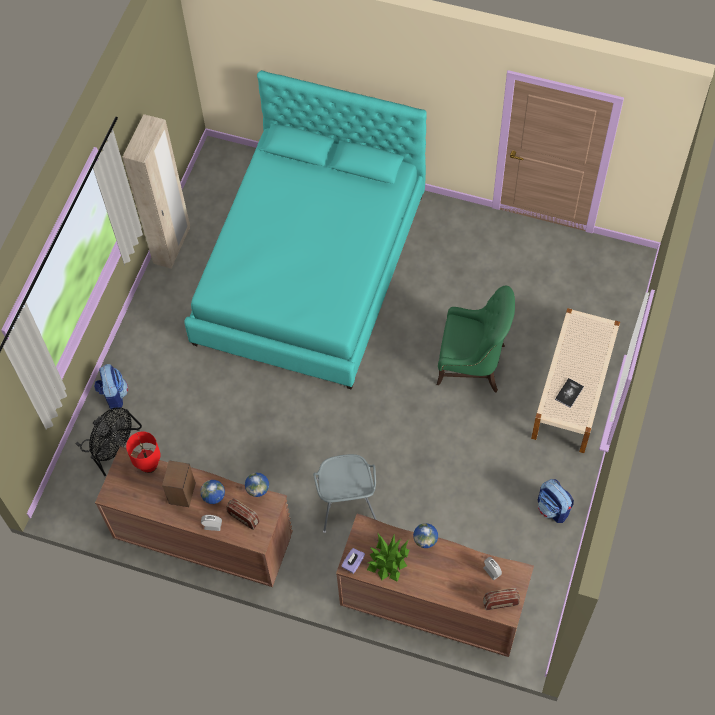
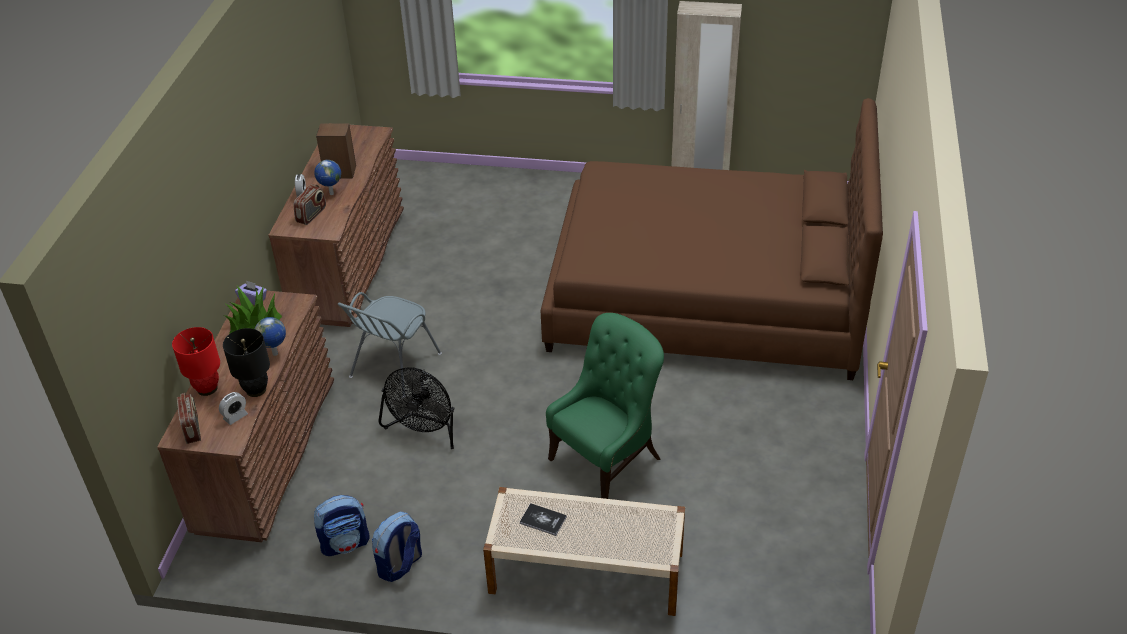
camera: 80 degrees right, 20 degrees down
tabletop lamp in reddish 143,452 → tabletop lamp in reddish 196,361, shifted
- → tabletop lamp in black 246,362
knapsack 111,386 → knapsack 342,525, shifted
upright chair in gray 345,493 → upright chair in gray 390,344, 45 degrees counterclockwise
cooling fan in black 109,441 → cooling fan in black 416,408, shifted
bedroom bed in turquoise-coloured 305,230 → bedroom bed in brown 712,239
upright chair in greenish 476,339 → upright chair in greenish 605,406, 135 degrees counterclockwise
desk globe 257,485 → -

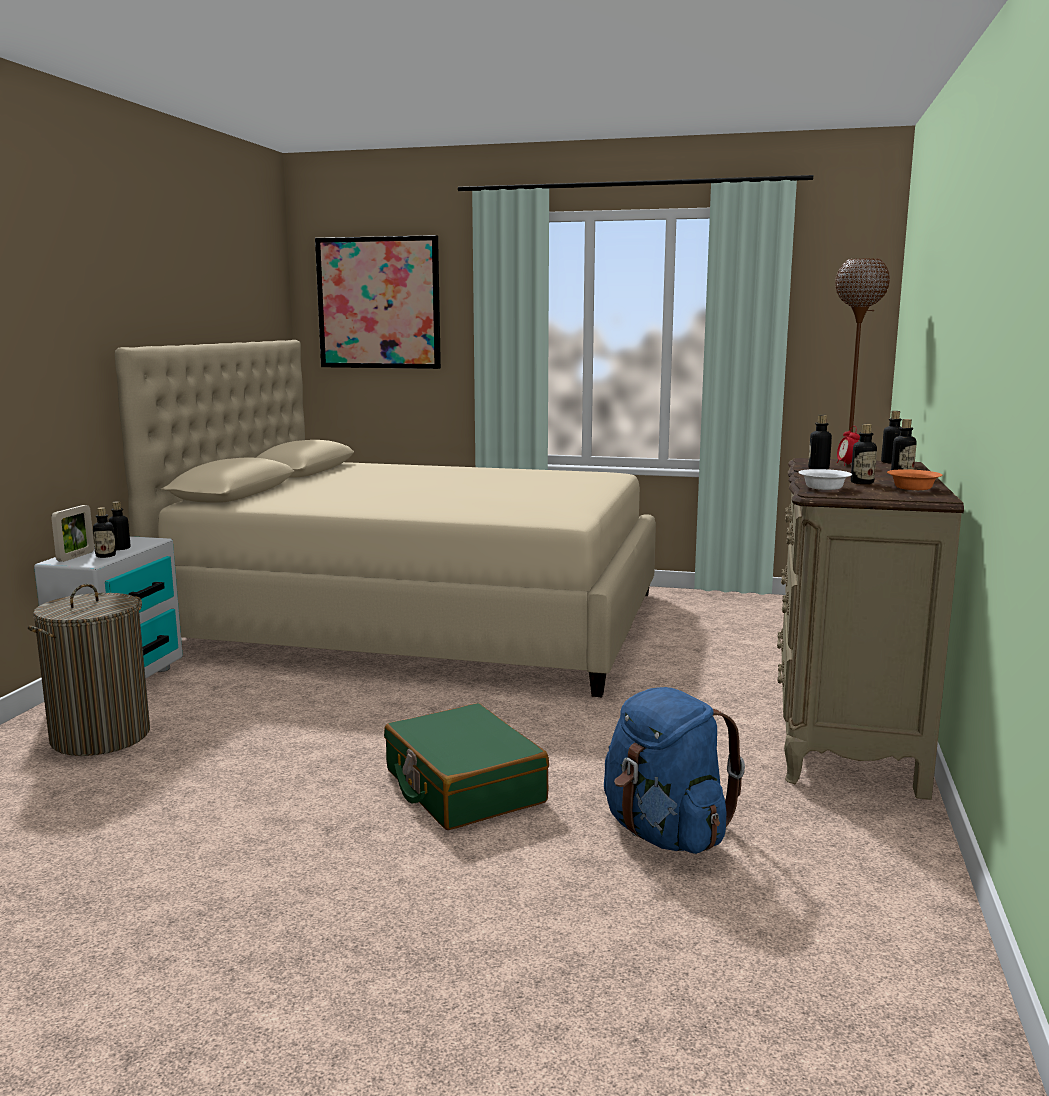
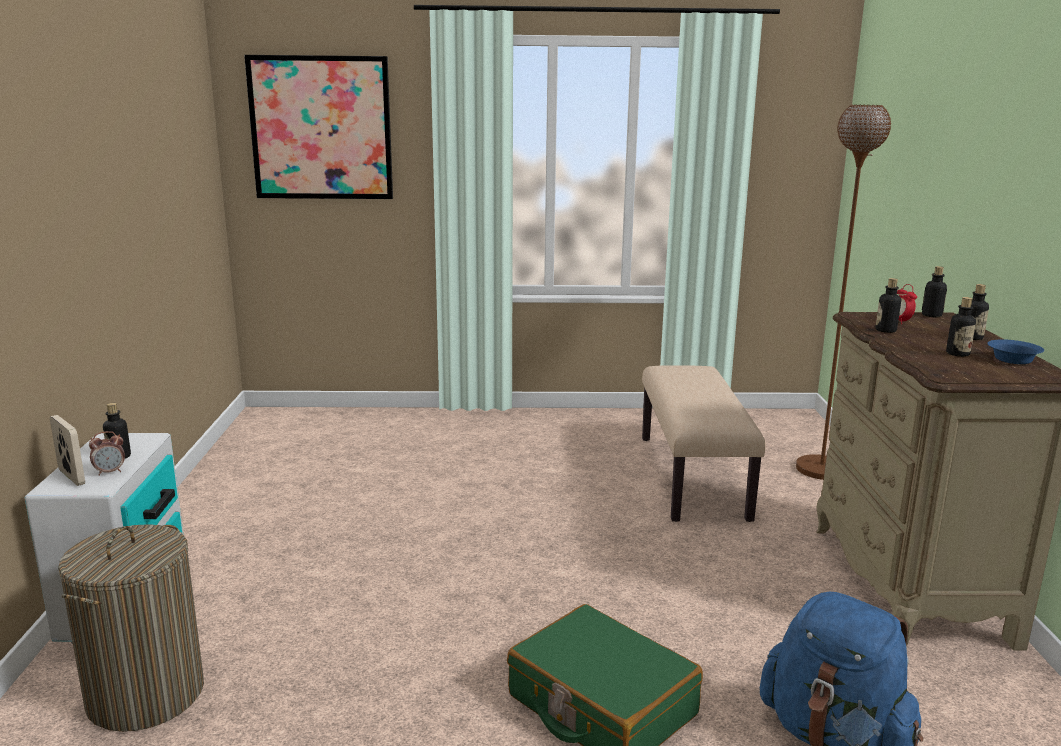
camera: 15 degrees left, 5 degrees up
picture frame 72,533 → picture frame 67,450, 45 degrees counterclockwise
bottle 104,532 → table clock 107,453
- → indoor bench in beige-coloured 704,443
bowl in orange-coloured 914,479 → bowl in bluish 1015,351
bedroom bed in beige-coloured 385,518 → -
bowl in whitish 825,479 → -

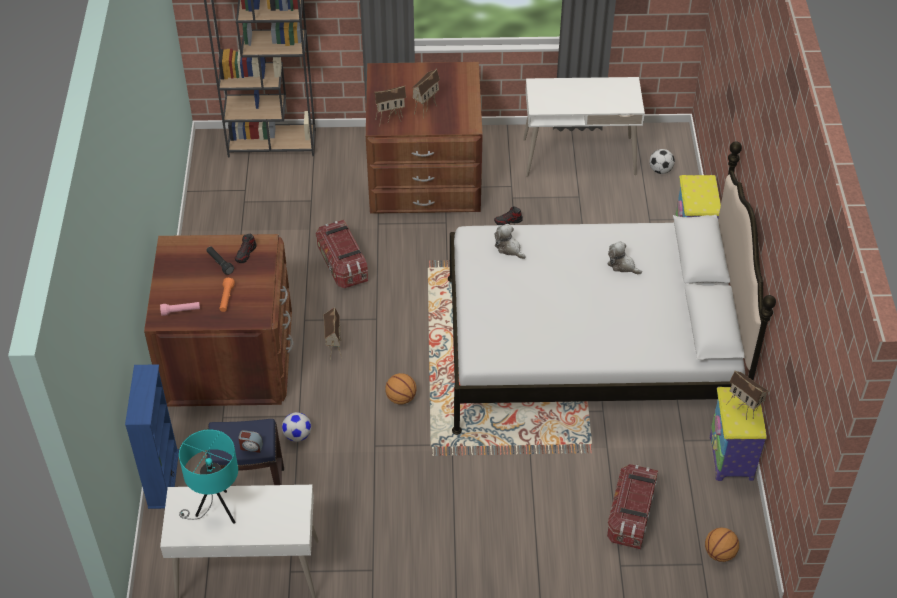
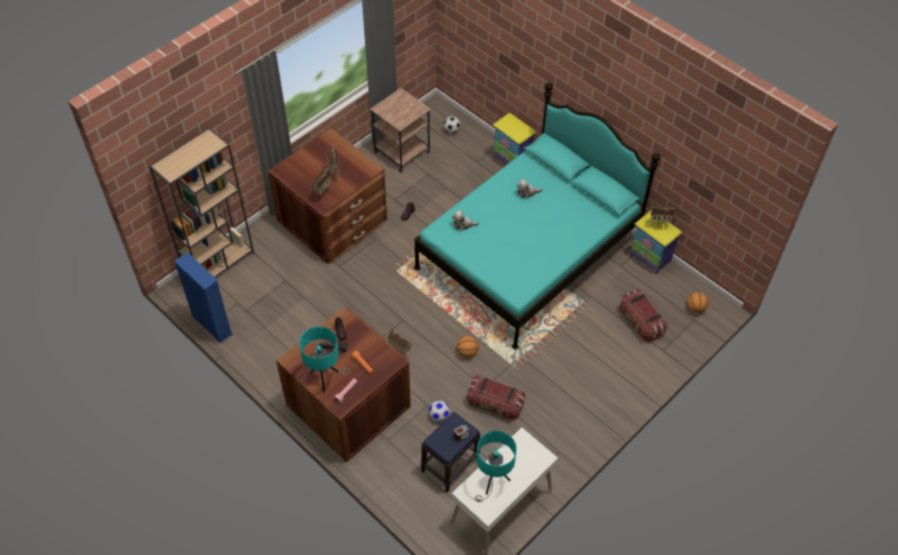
camera: 45 degrees left, 5 degrees up
bookshelf in bluish 152,436 → bookshelf in bluish 203,297, shifted
- → tabletop lamp in turquoise-coloured 324,360
desk in whitish 584,127 → trolley in brown 400,130
bedroom bed in whitish 612,288 → bedroom bed in turquoise-coloured 537,216
storage box 342,254 → storage box 496,397, shifted

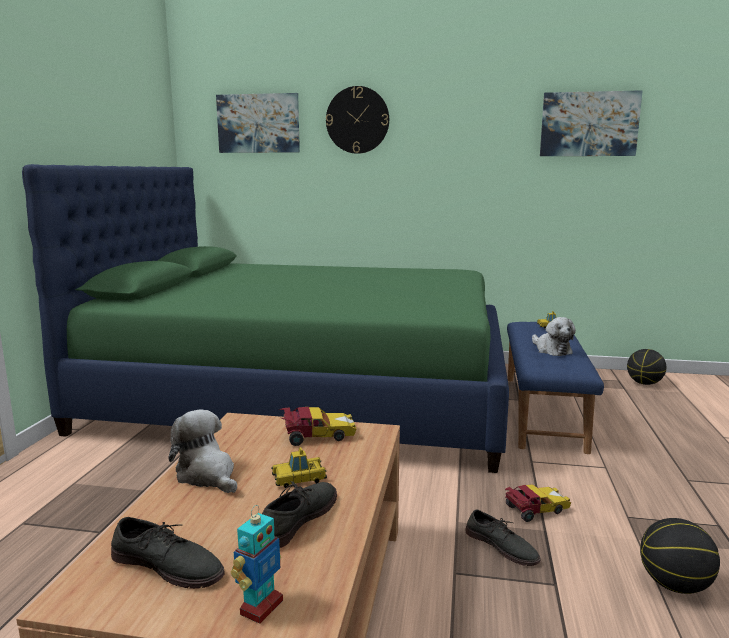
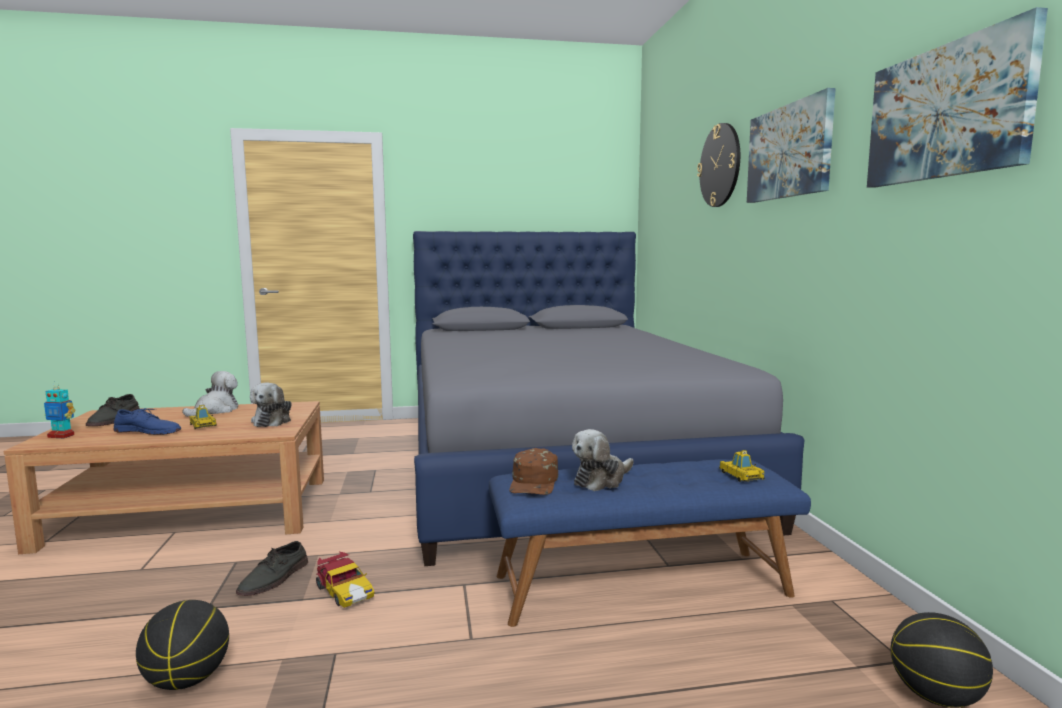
camera: 70 degrees right, 5 degrees down
shoe in gray 299,514 → shoe in bluish 147,421
miniature car 318,426 → cuddly toy 271,405
bedroom bed in greenish 265,318 → bedroom bed in gray 609,398
- → peaked cap in brown 534,471
wall picture 258,123 → wall picture 791,145, shifted

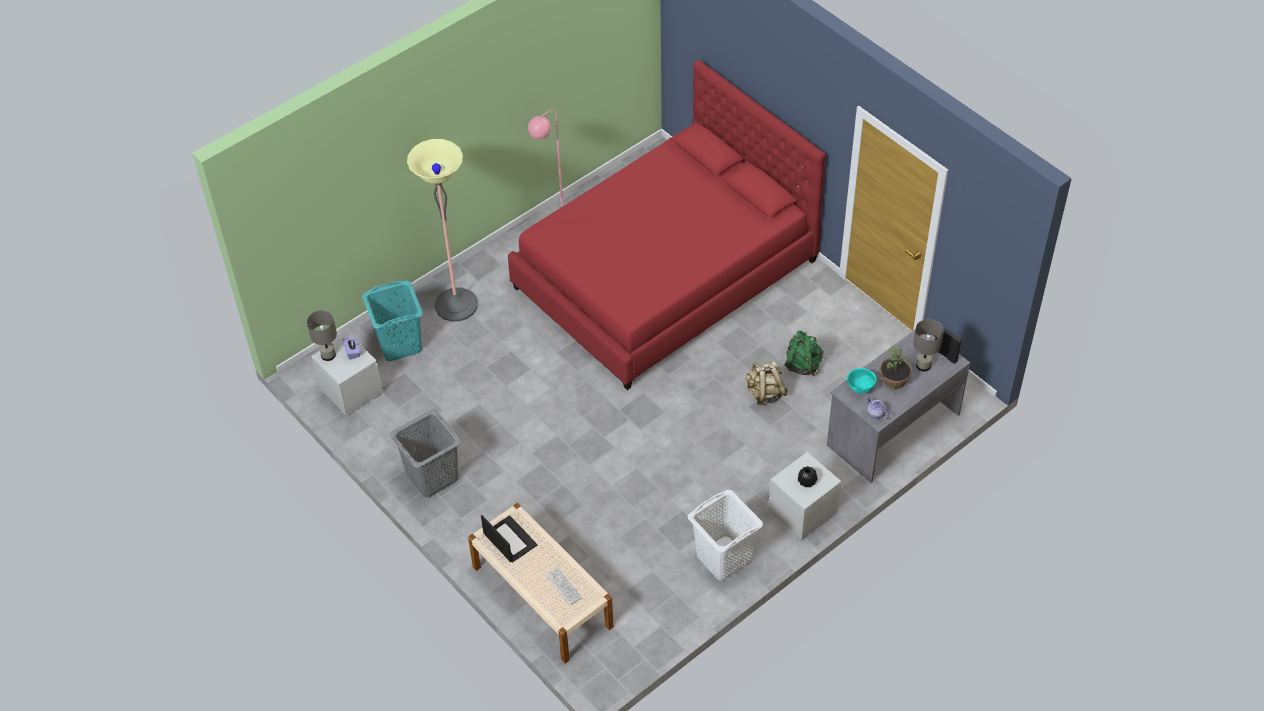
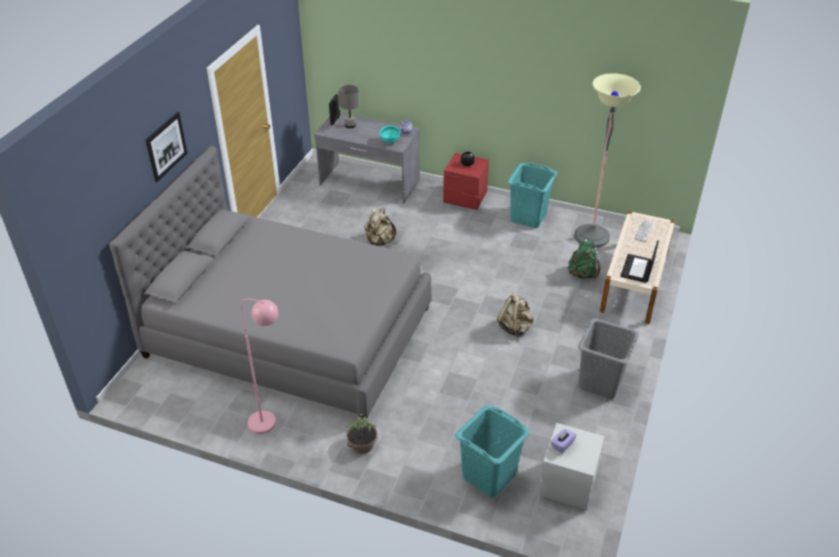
camera: 120 degrees left, 10 degrees down
bedroom bed in reddish 667,225 → bedroom bed in gray 270,284
- → wall picture 166,147
potted plant 896,367 → potted plant 361,434, shifted
bedside table in whitish 804,496 → bedside table in reddish 466,181
- → knapsack in beige-coloured 515,315
laundry basket in whitish 725,535 → laundry basket in turquoise-coloured 532,195
knapsack in greenish 804,353 → knapsack in greenish 584,259, shifted
floor lamp 442,230 → floor lamp 607,160, shifted
tabletop lamp in gray 322,335 → -

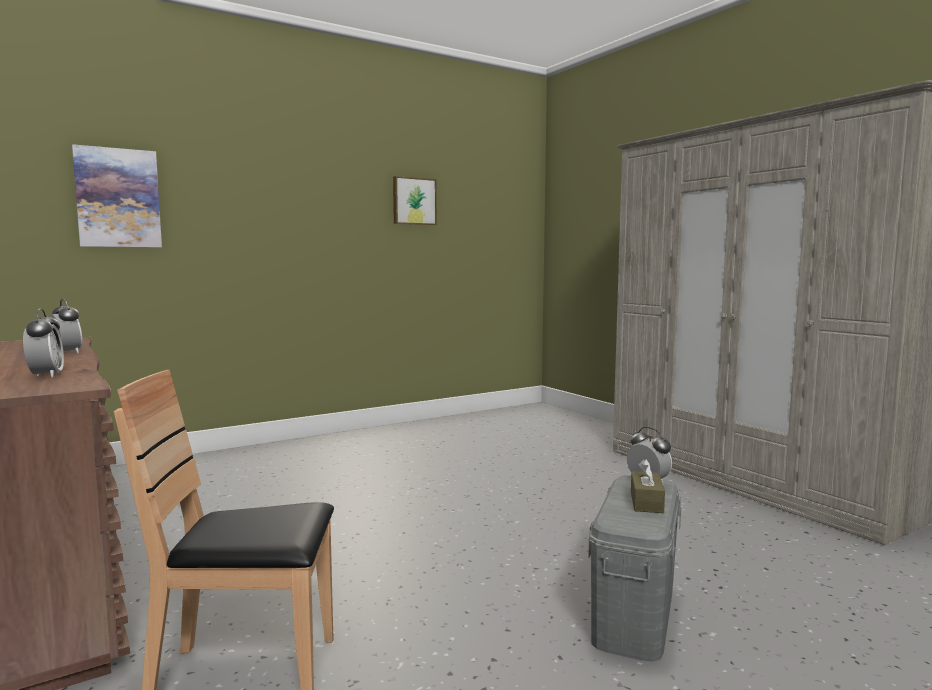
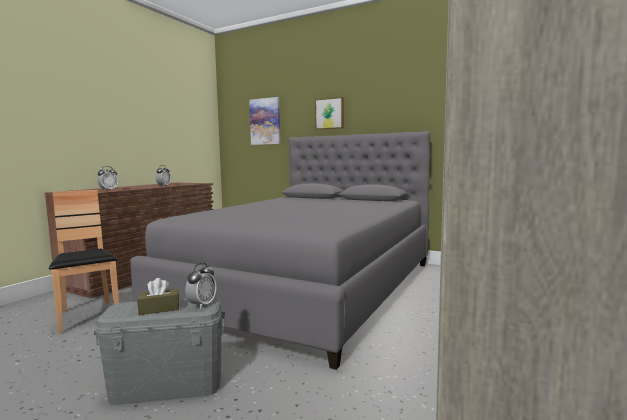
camera: 60 degrees right, 0 degrees up
- → bedroom bed in gray 280,250
wall picture 415,200 → wall picture 329,113, shifted

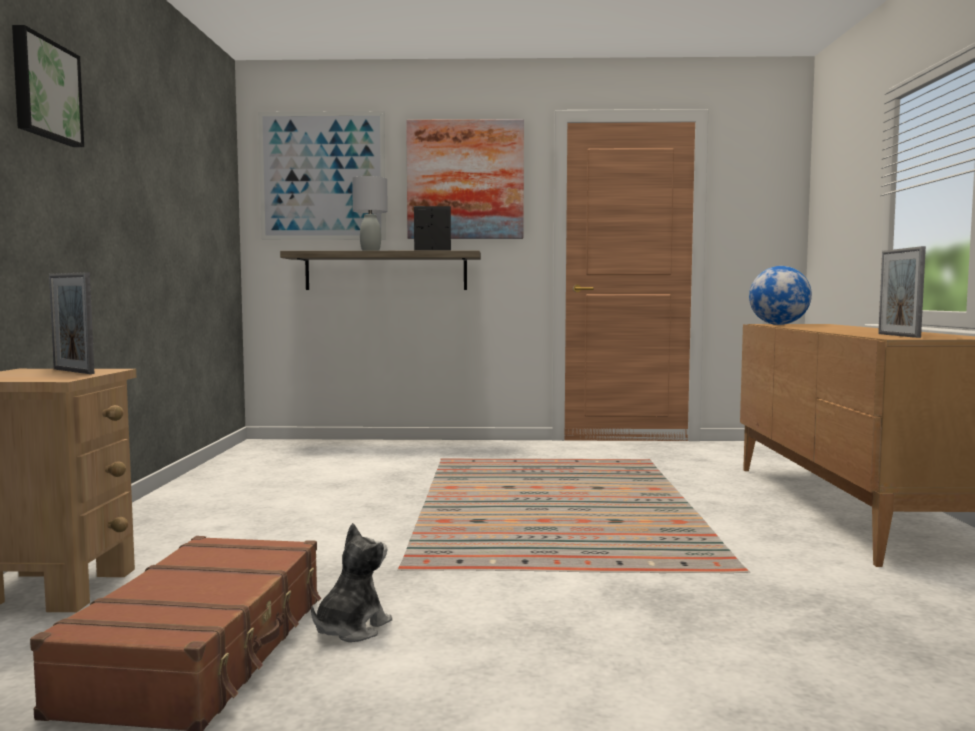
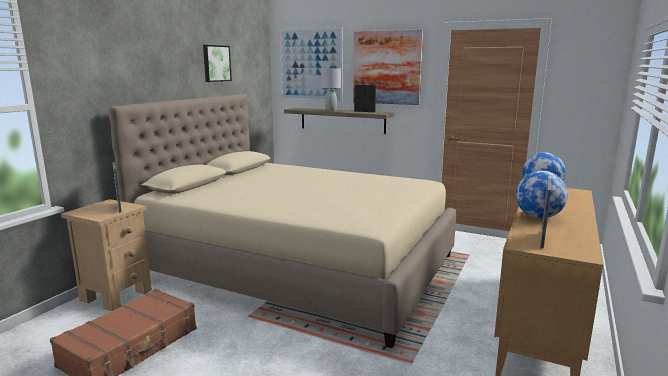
camera: 25 degrees right, 10 degrees up
- → bedroom bed in beige-coloured 282,221
wall picture 48,86 → wall picture 217,63, shifted
- → desk globe 542,194
cuddly toy 351,582 → -

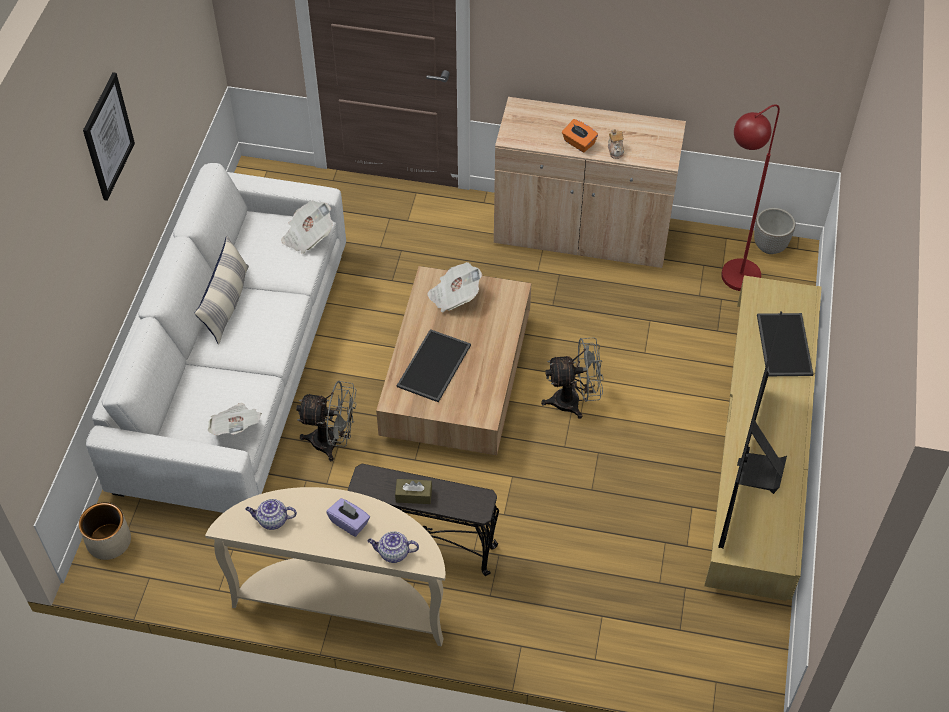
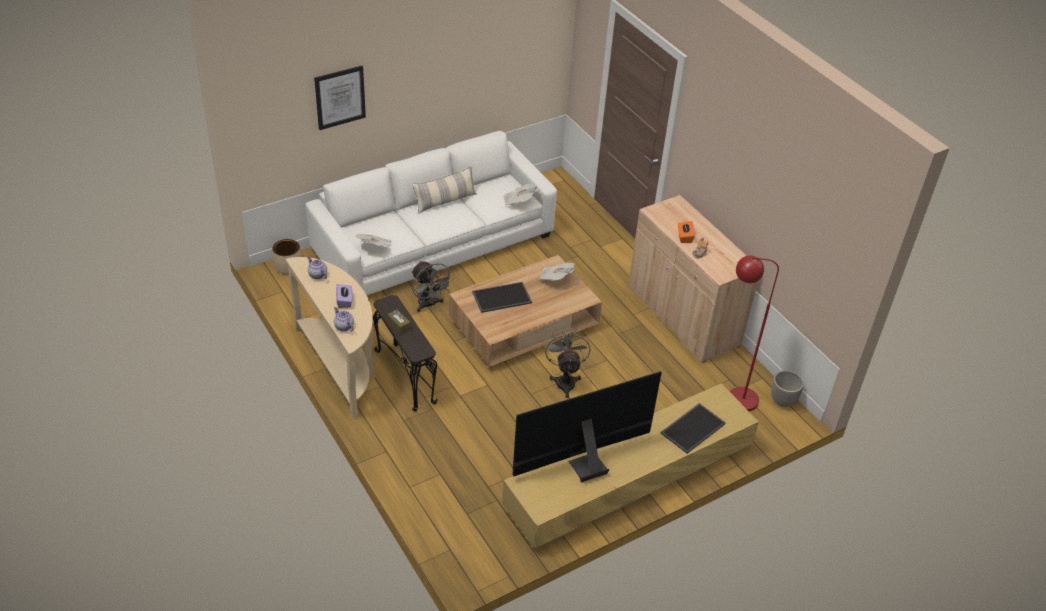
camera: 45 degrees right, 10 degrees down
wall picture 109,136 → wall picture 340,98, shifted
cooling fan in gray 572,378 → cooling fan in gray 567,363, 135 degrees counterclockwise

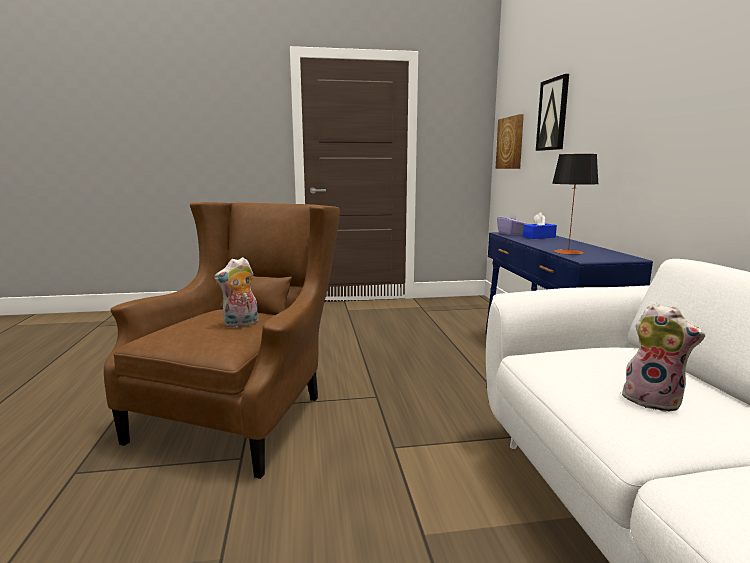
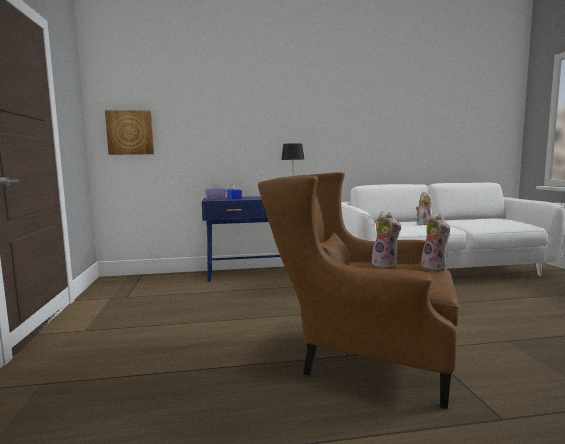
camera: 90 degrees left, 5 degrees down
- → cuddly toy 435,241
wall picture 552,112 → -

